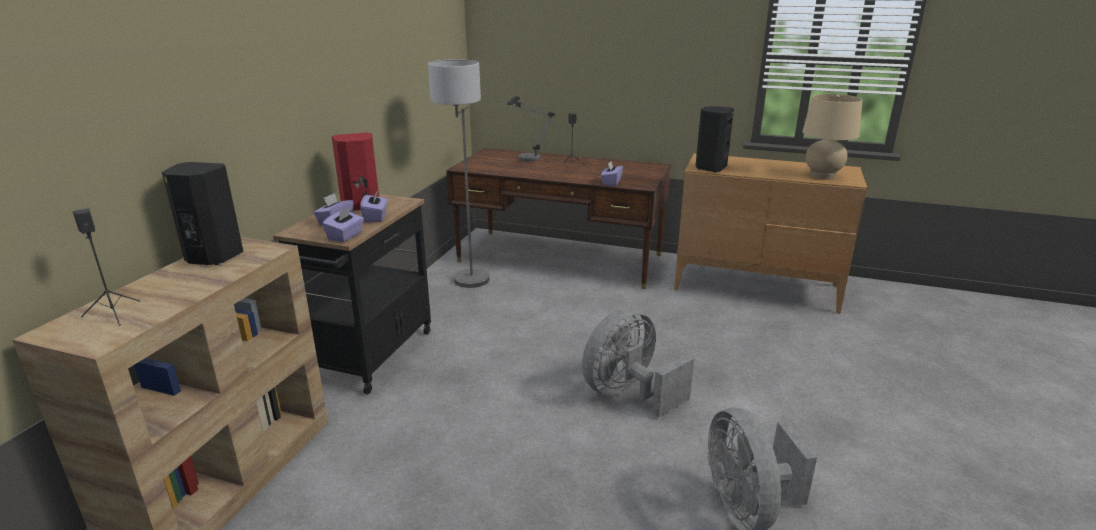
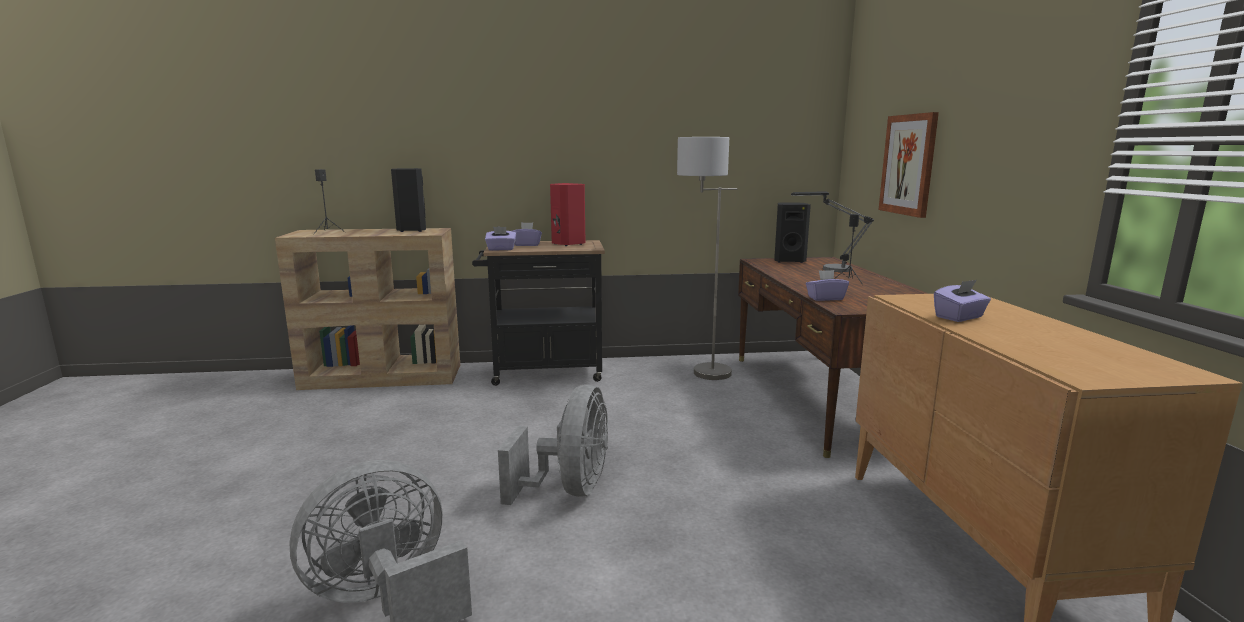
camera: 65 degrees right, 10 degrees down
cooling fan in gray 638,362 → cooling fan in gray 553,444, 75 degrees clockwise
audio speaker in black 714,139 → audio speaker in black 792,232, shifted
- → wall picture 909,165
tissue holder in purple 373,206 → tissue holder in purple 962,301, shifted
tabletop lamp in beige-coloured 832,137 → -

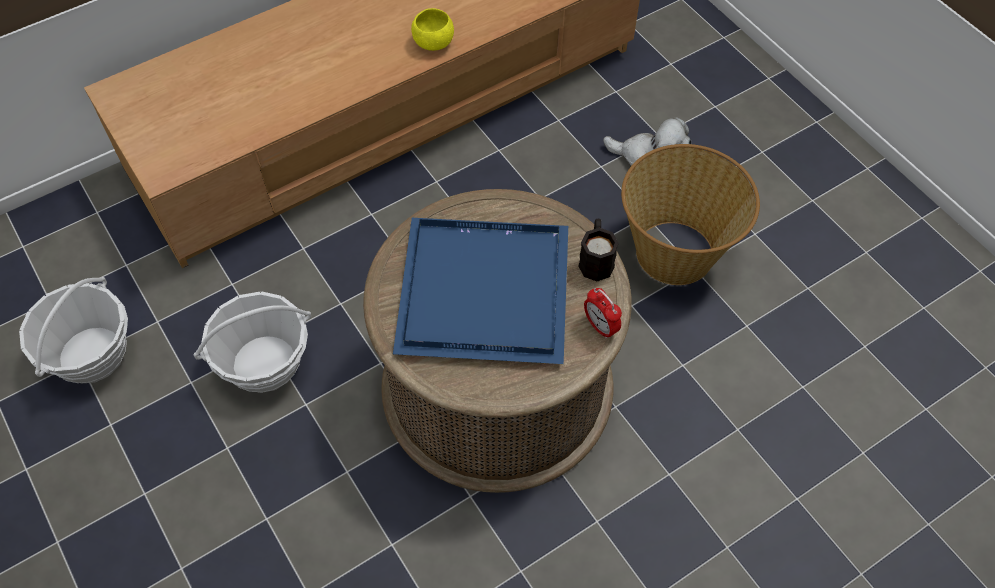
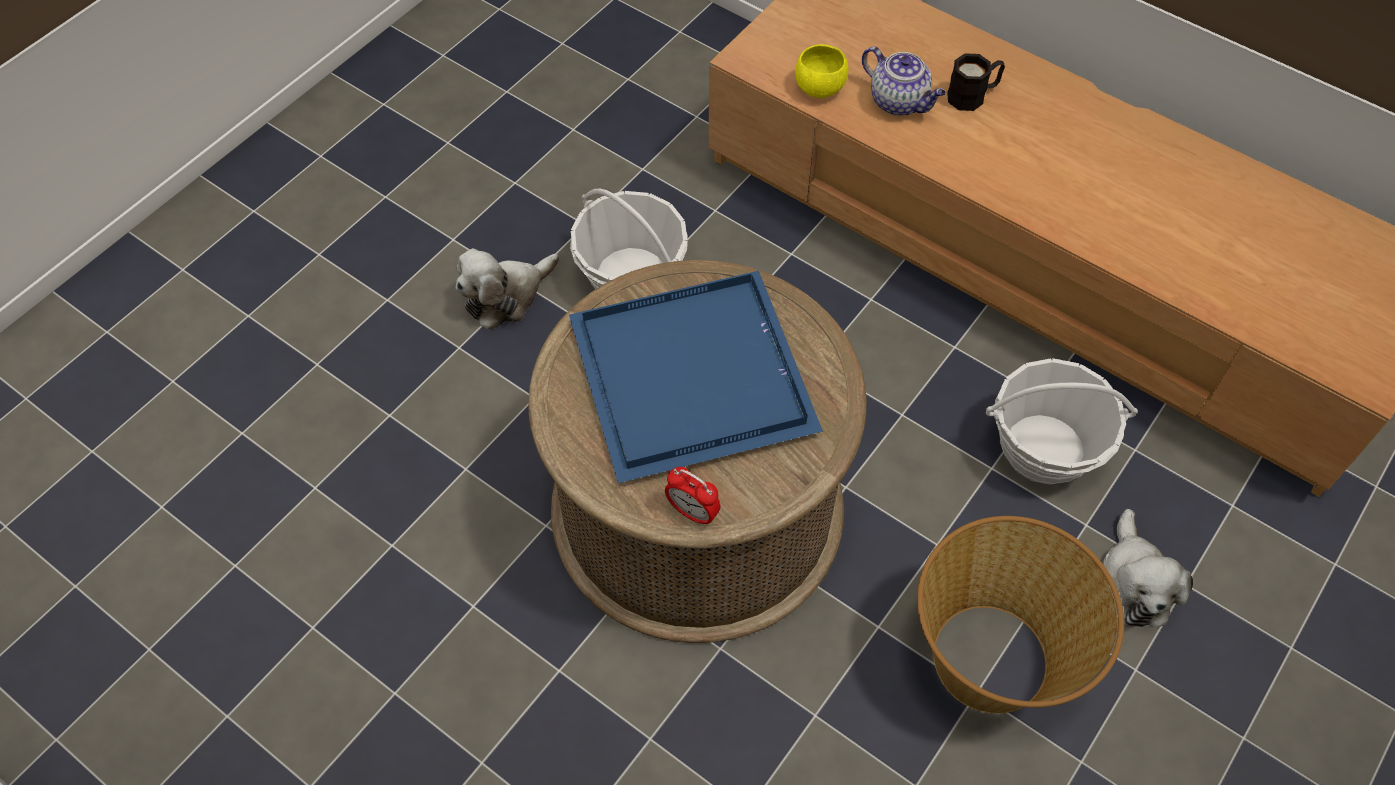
camera: 70 degrees right, 0 degrees up
- → cuddly toy 508,289
table clock 603,313 → table clock 692,496, 90 degrees counterclockwise
bowl in yellow 432,29 → bowl in yellow 821,71, shifted
- → pot for tea 904,81
coffee mug in black 598,250 → coffee mug in black 976,82, shifted
storage basket 73,330 → storage basket 1062,421, shifted

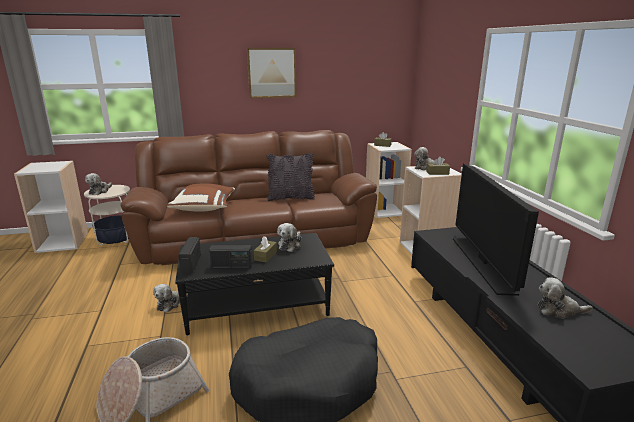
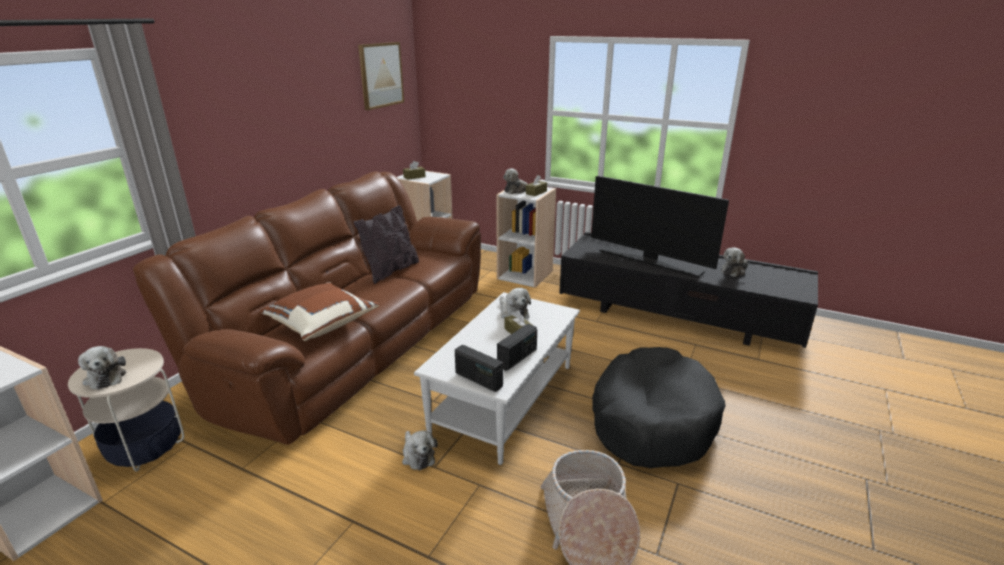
camera: 50 degrees left, 5 degrees up
wall picture 272,73 → wall picture 381,76, shifted
lounge table in black 254,284 → lounge table in whitish 497,378

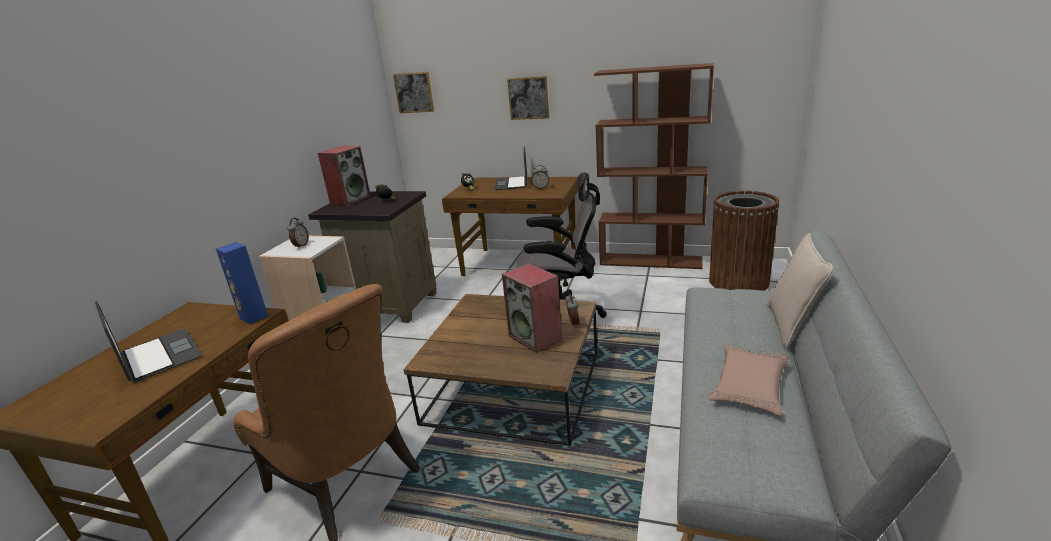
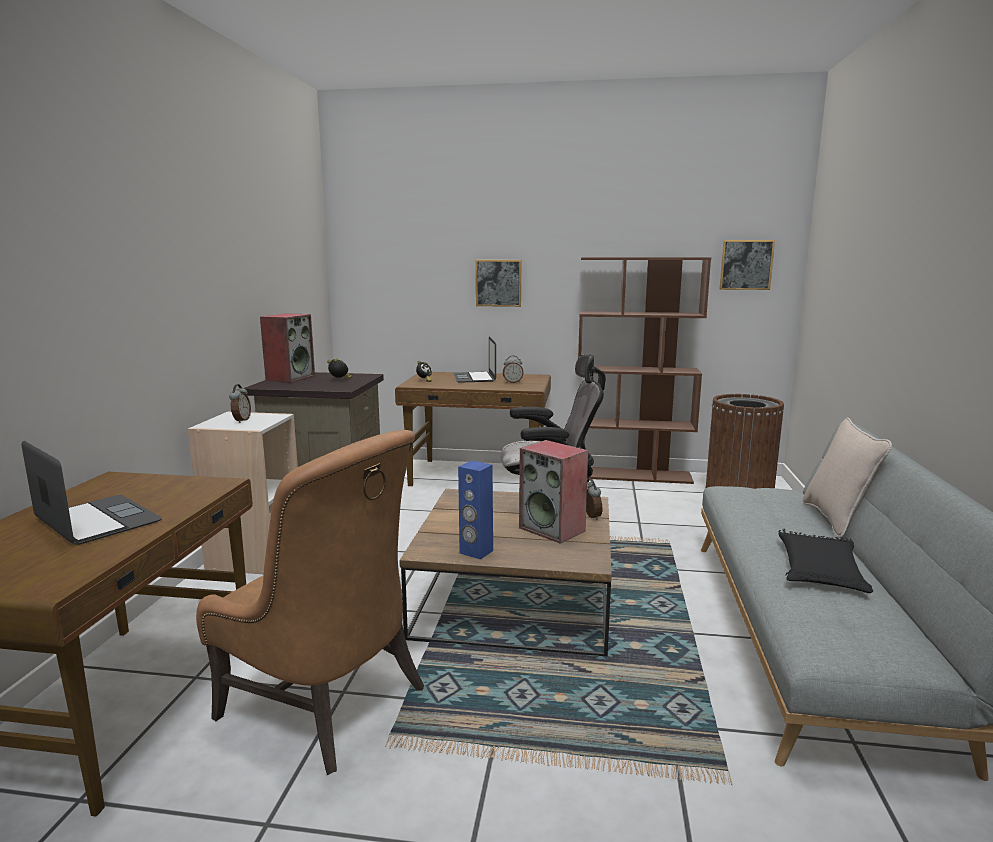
camera: 10 degrees left, 10 degrees down
audio speaker in bluish 242,283 → audio speaker in bluish 475,510, shifted
wall picture 413,92 → wall picture 747,265, shifted
cushion in beige-coloured 749,379 → cushion in black 825,560

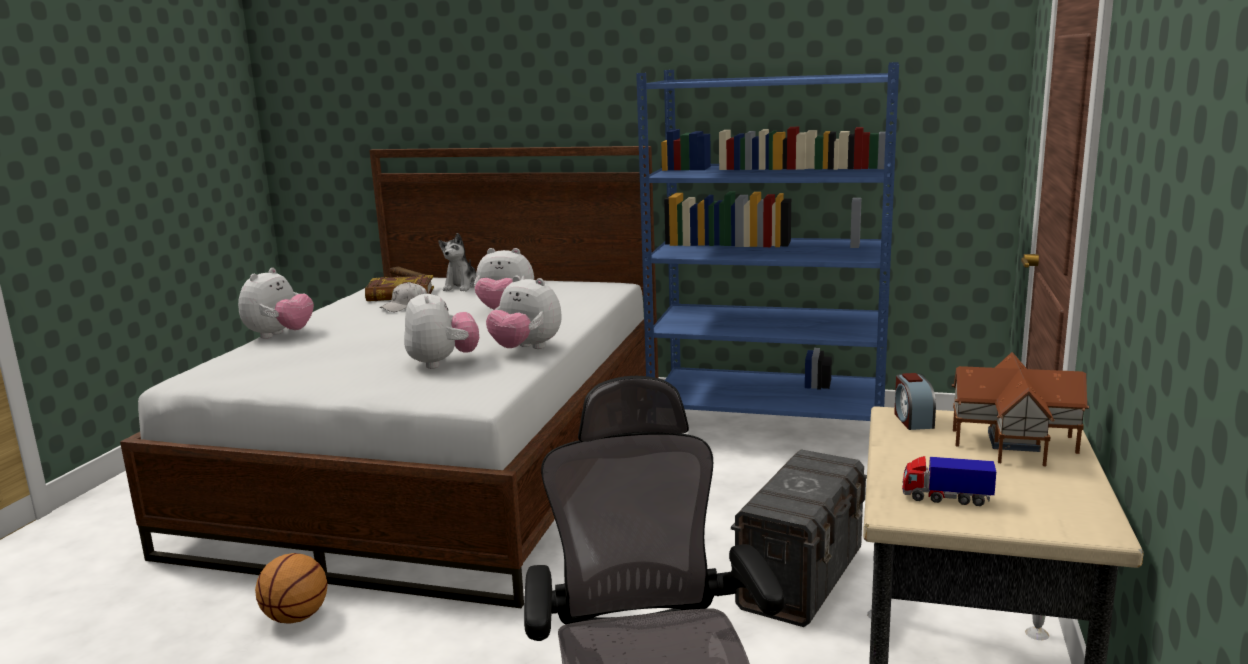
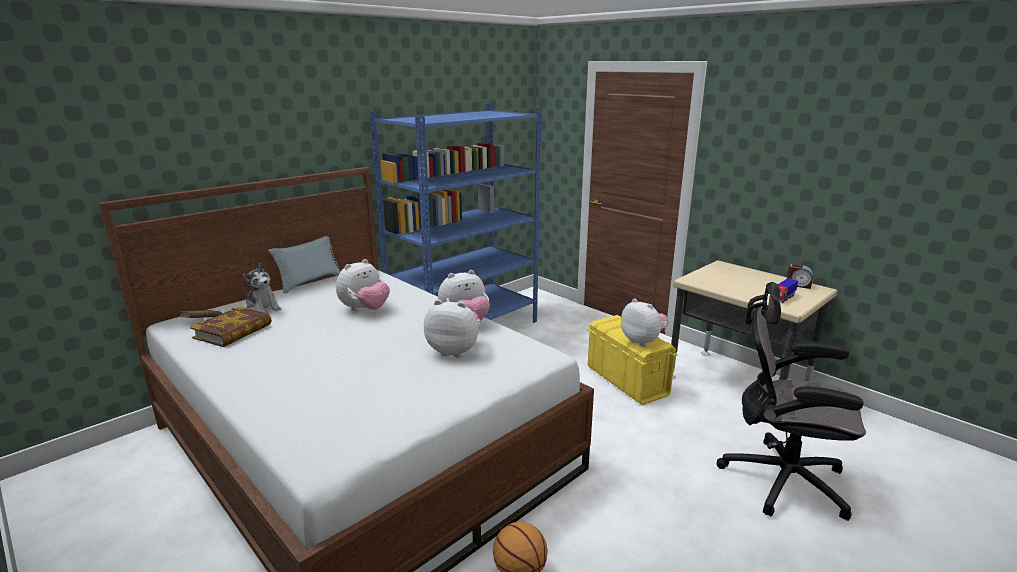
camera: 60 degrees left, 5 degrees up
- → cushion in bluish 304,264
storage box in gray 799,538 → storage box in yellow 632,360
cuddly toy 276,303 → cuddly toy 644,322, shifted
table clock 915,401 → table clock 800,276, shifted
peaked cap in whitish 404,297 → -
model house 1020,409 → -

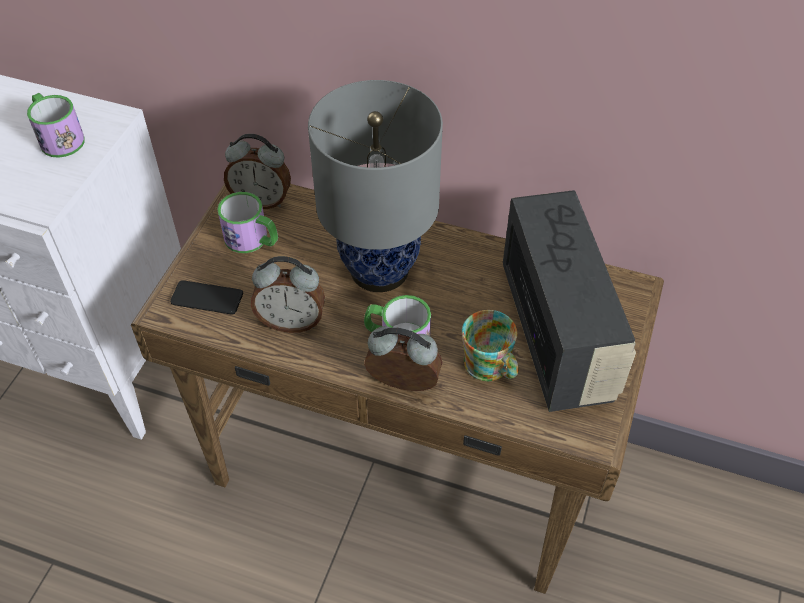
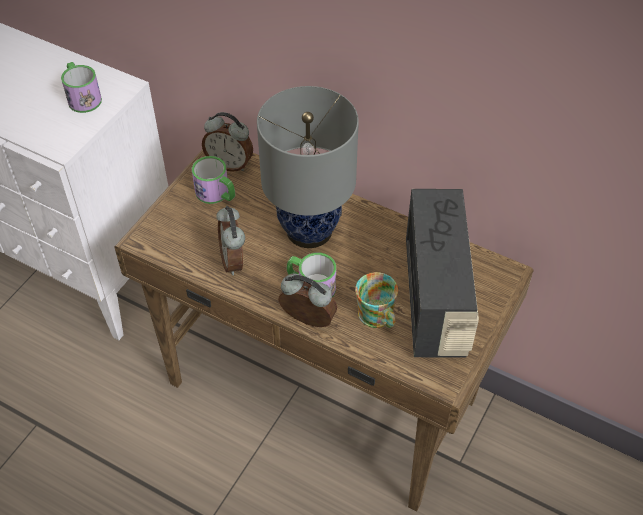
camera: 10 degrees right, 0 degrees up
table clock 288,294 → table clock 230,241, 60 degrees clockwise
handset 206,297 → -

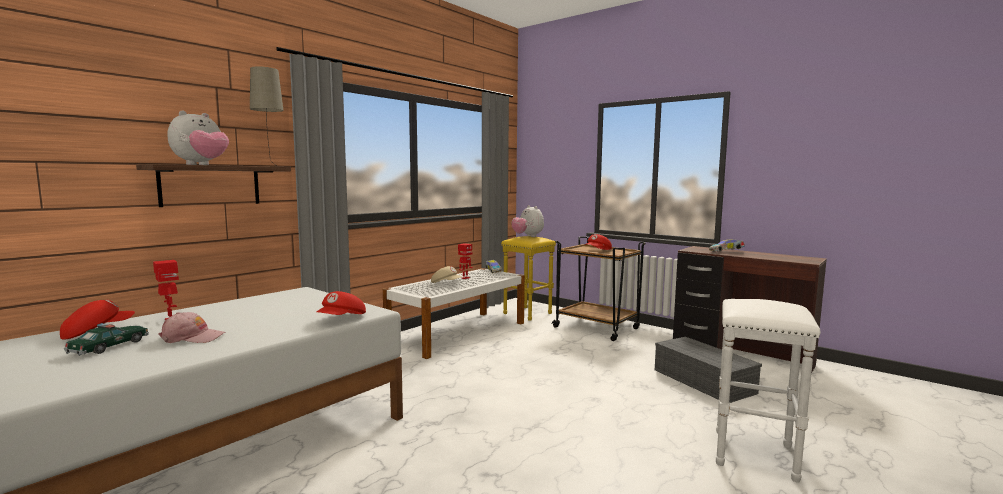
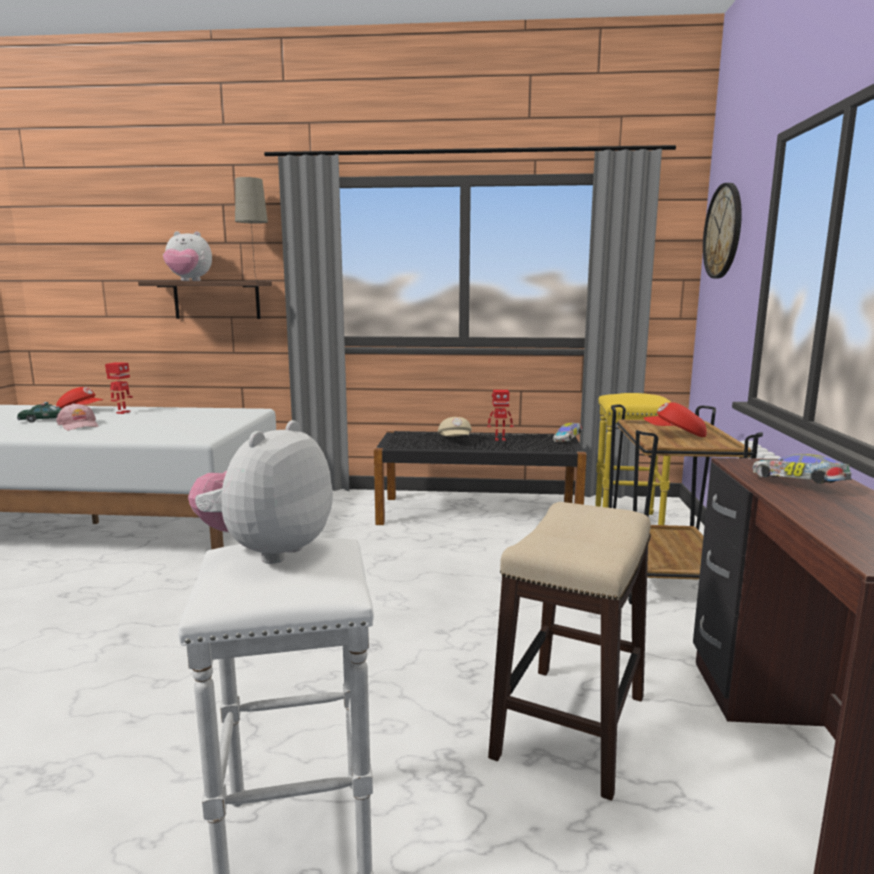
camera: 55 degrees right, 5 degrees up
cuddly toy 528,221 → cuddly toy 260,492, shifted
indoor bench in whitish 454,313 → indoor bench in black 480,478
storage box in gray 708,370 → stool 569,651
- → hanging clock 722,230
peaked cap in reddish 341,303 → -

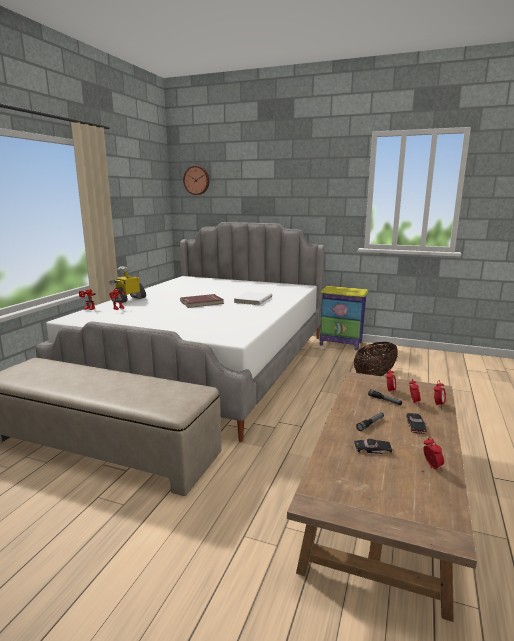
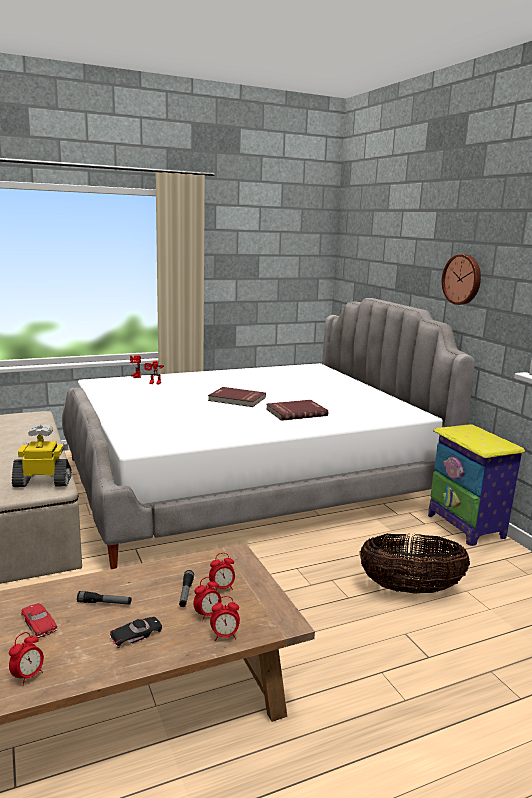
camera: 45 degrees right, 0 degrees up
robot figure 127,284 → robot figure 42,455, shifted
miniature car in black 373,446 → miniature car in reddish 39,620
bound book in whitish 253,298 → bound book in reddish 297,410
hanging clock 196,180 → hanging clock 461,279, shifted

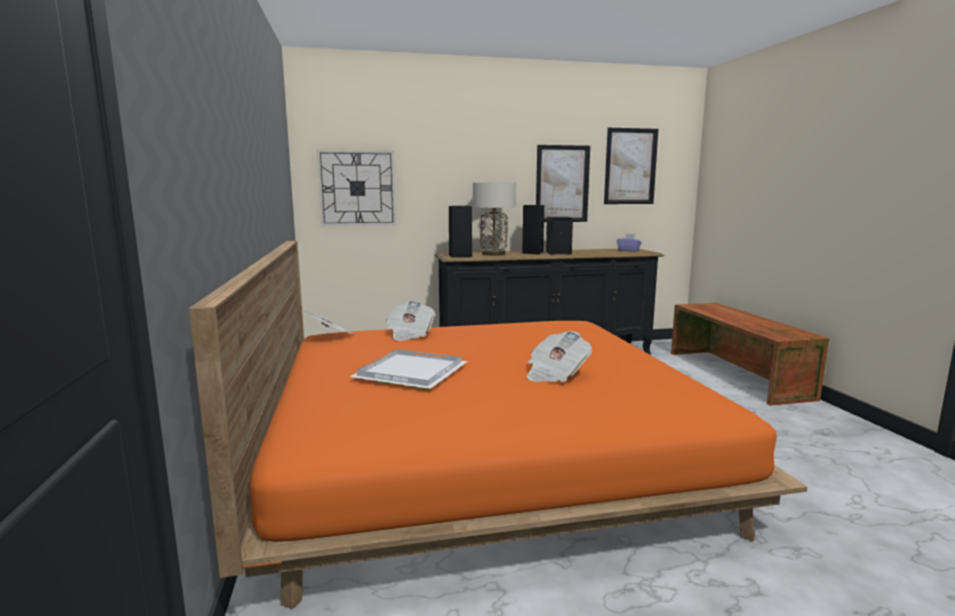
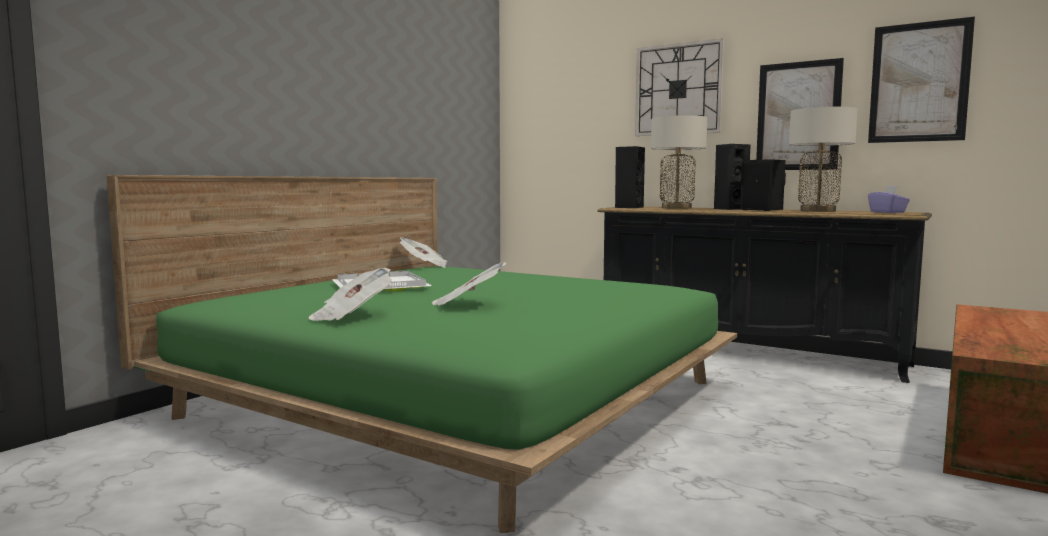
camera: 45 degrees right, 5 degrees down
bedroom bed in orange-coloured 498,425 → bedroom bed in greenish 422,354
printed paper 411,321 → printed paper 350,294, shifted
hanging clock 356,187 → hanging clock 679,87, shifted
- → tabletop lamp 823,159

